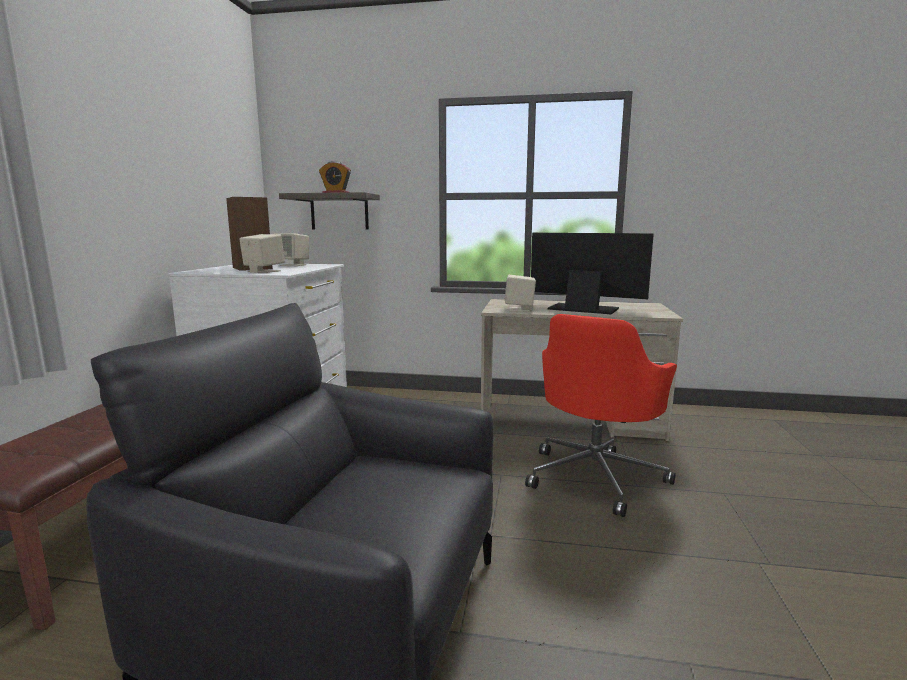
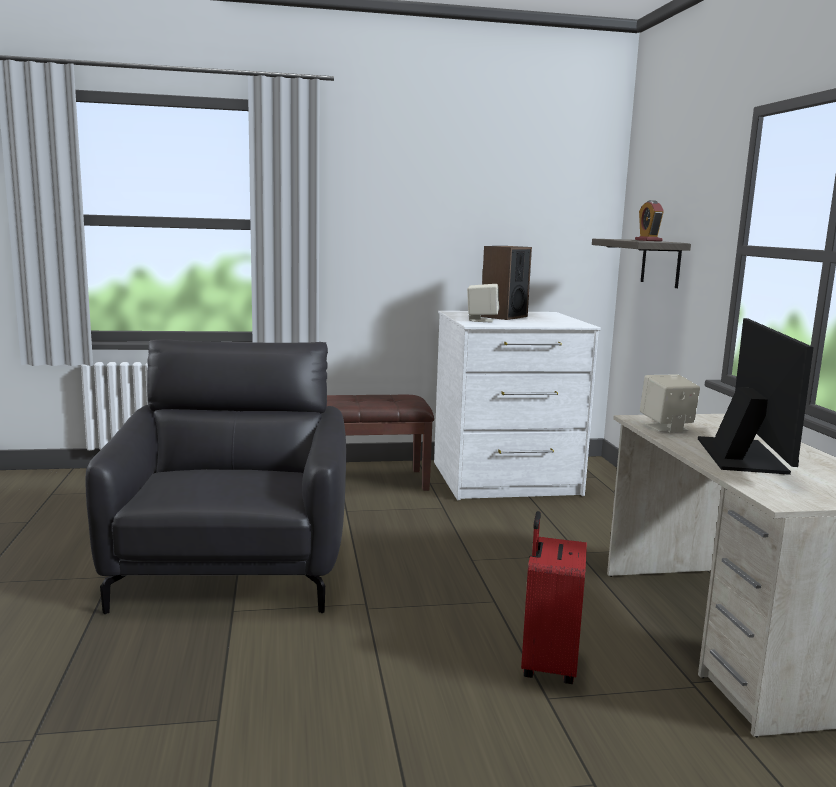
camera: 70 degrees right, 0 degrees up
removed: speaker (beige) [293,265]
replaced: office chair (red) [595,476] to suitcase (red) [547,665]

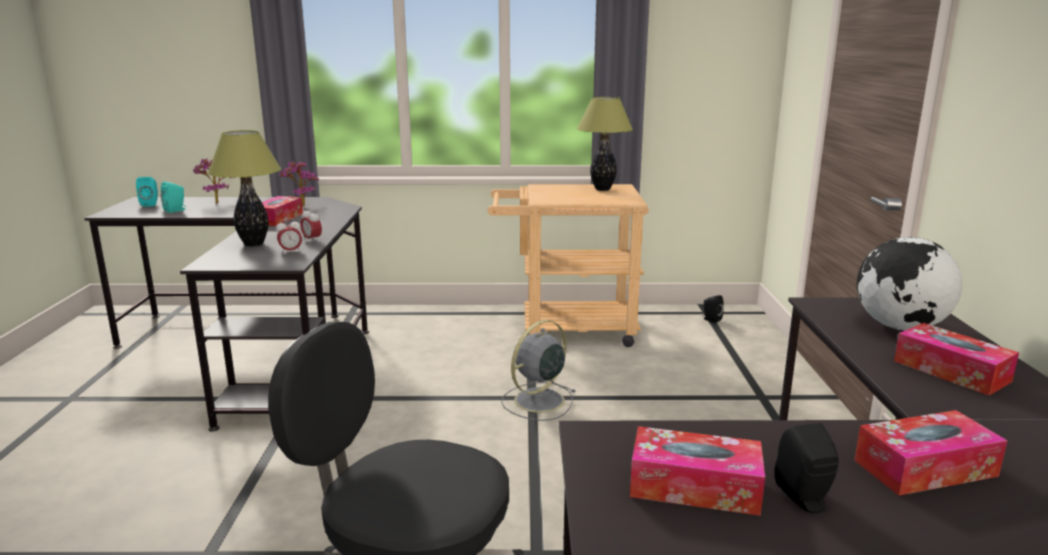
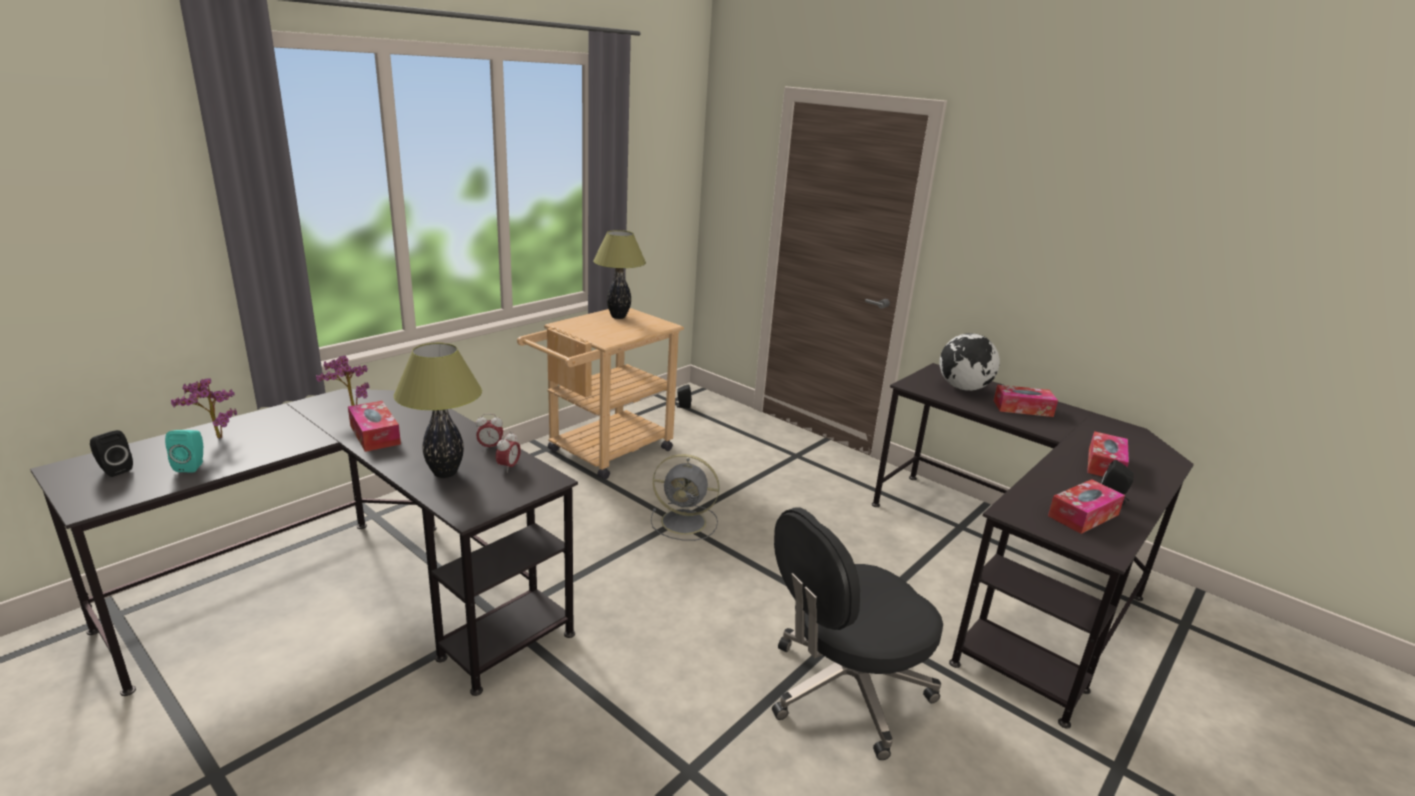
camera: 50 degrees left, 5 degrees up
recoloured: speaker (turquoise) [150,204] to speaker (black) [114,470]
turned: fan (grey) [537,401] = [685,522] 75 degrees counterclockwise

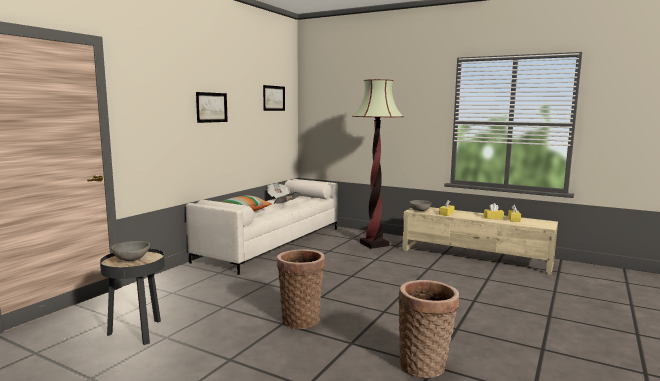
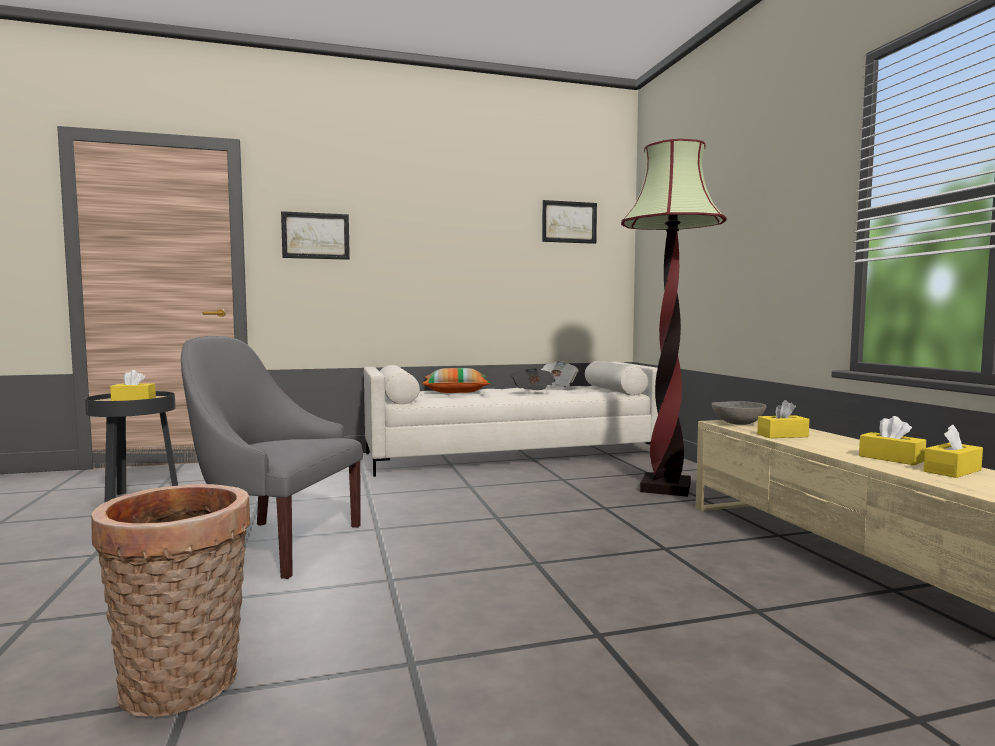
camera: 45 degrees right, 5 degrees down
moved: picture [211,107] to [315,236]
replaced: bowl (grey) [131,259] to tissue box (yellow) [133,399]; basket [301,319] to armchair (grey) [275,544]

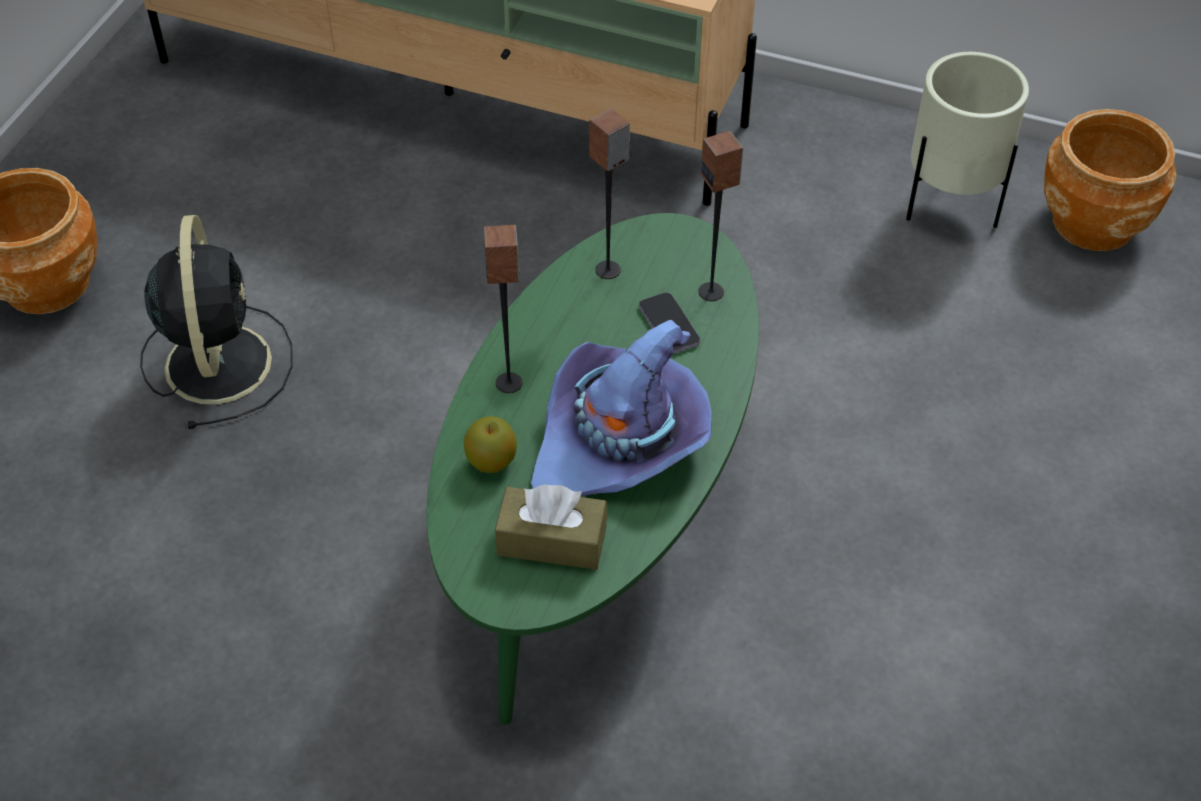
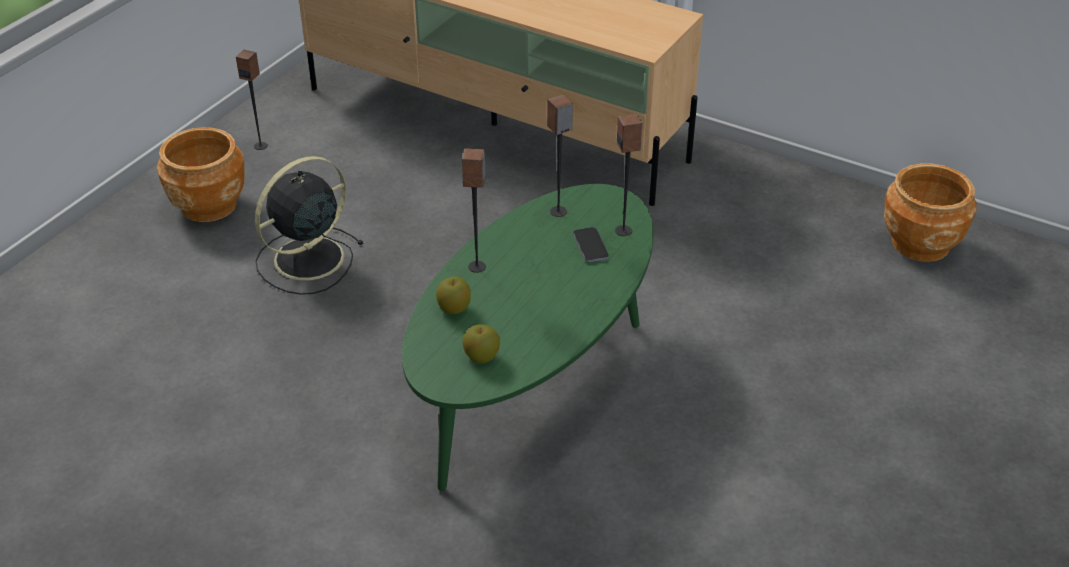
camera: 10 degrees right, 10 degrees down
removed: hat (purple) [622,441]; planter (beige) [950,207]
added: speaker [261,146]
replaced: tissue box (brown) [551,541] to apple [481,357]
turned: fan (black) [218,360] = [306,260] 135 degrees counterclockwise

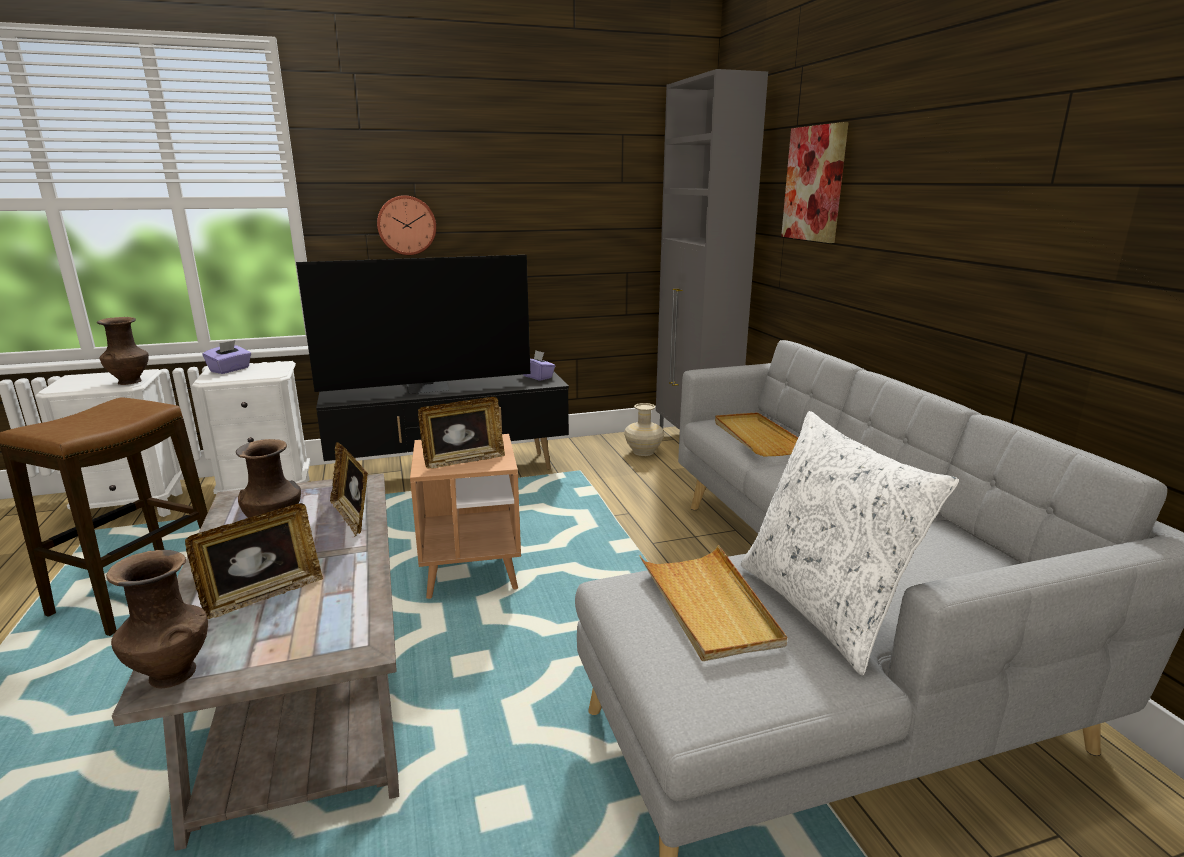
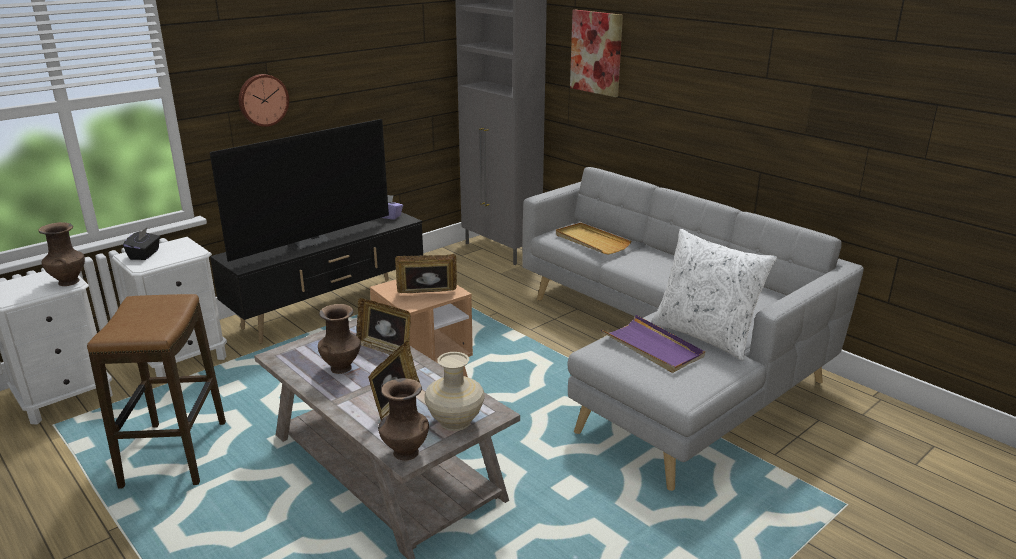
camera: 25 degrees left, 5 degrees up
moved: vase (beige) [643,452] to [455,422]
recoloured: tissue box (purple) [230,370] to tissue box (black) [145,254]; tray (beige) [708,605] to tray (purple) [652,347]
turned: picture frame [463,460] = [427,294] 135 degrees counterclockwise

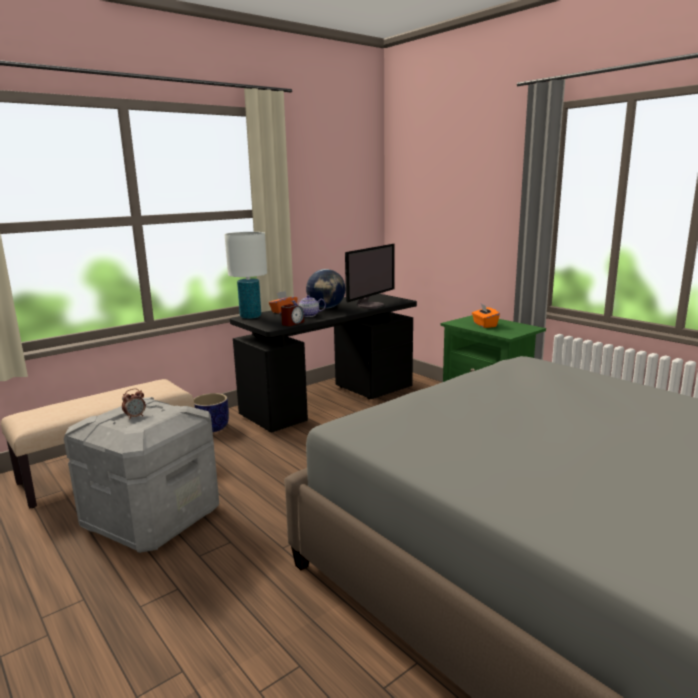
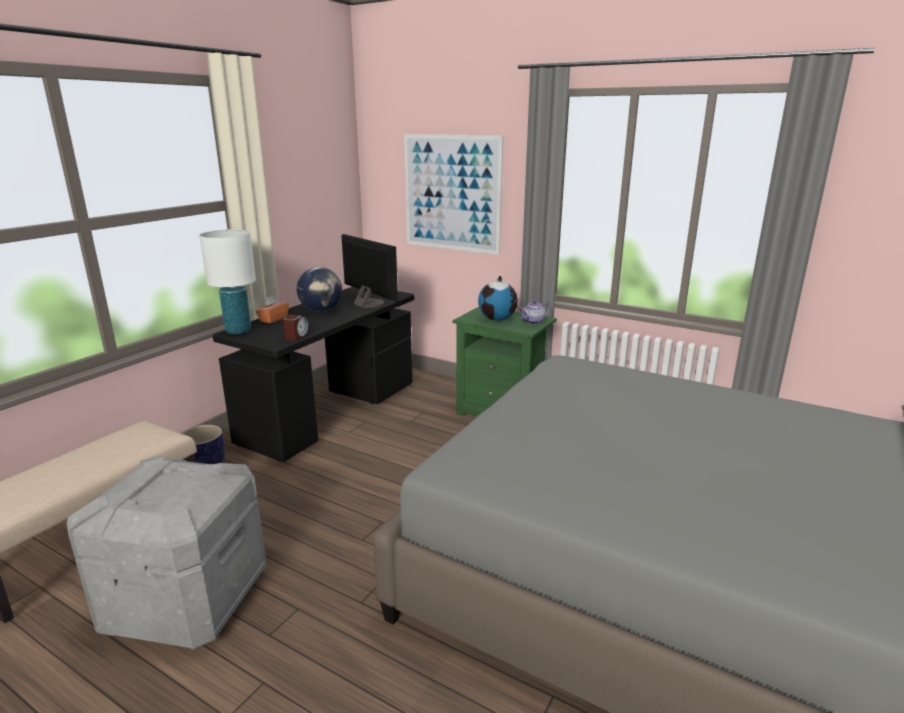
camera: 20 degrees left, 5 degrees up
removed: alarm clock [135,417]
added: picture [451,193]
moved: teapot [309,315] to [533,322]
replaced: tissue box (orange) [484,325] to globe [497,319]
turned: monitor [370,305] = [369,304] 60 degrees counterclockwise

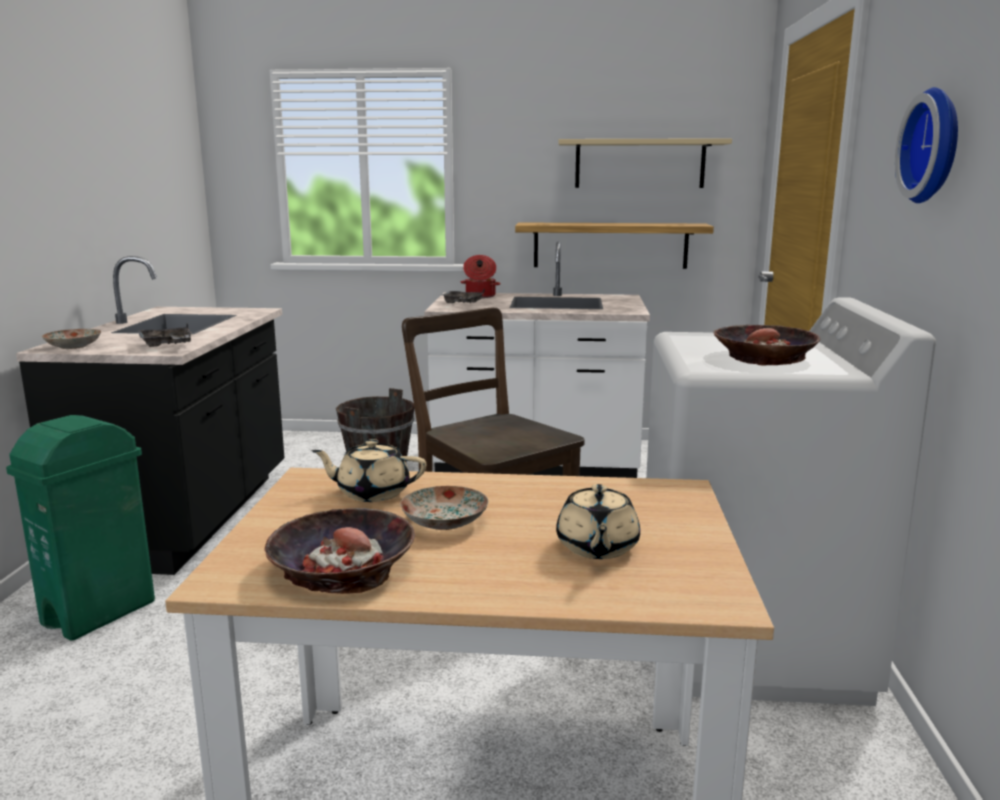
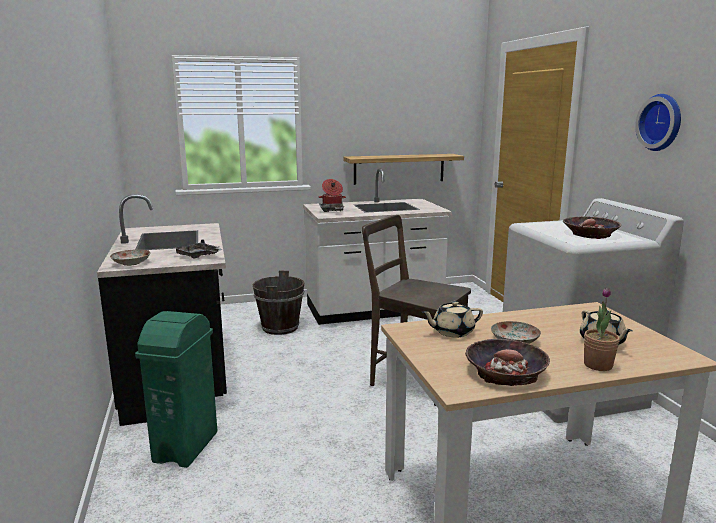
camera: 20 degrees left, 0 degrees up
removed: shelf (beige) [639,164]
added: potted plant [598,365]

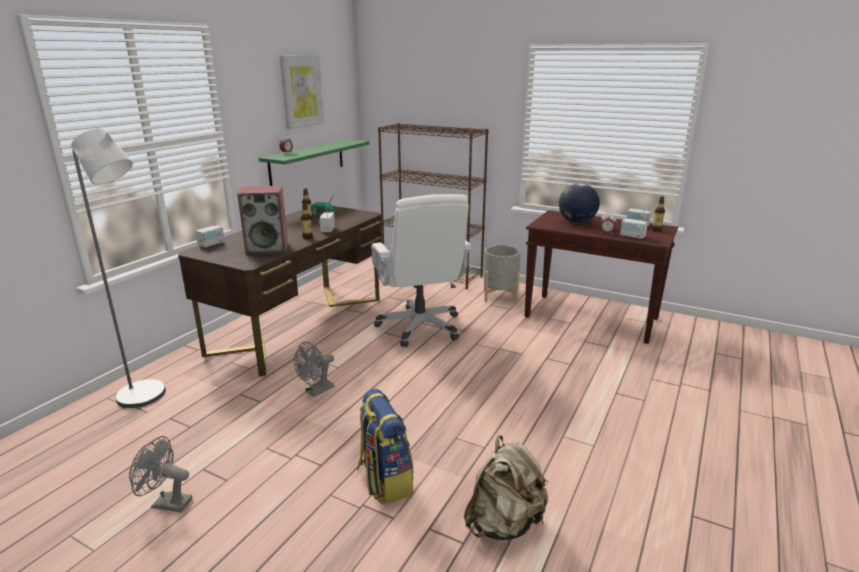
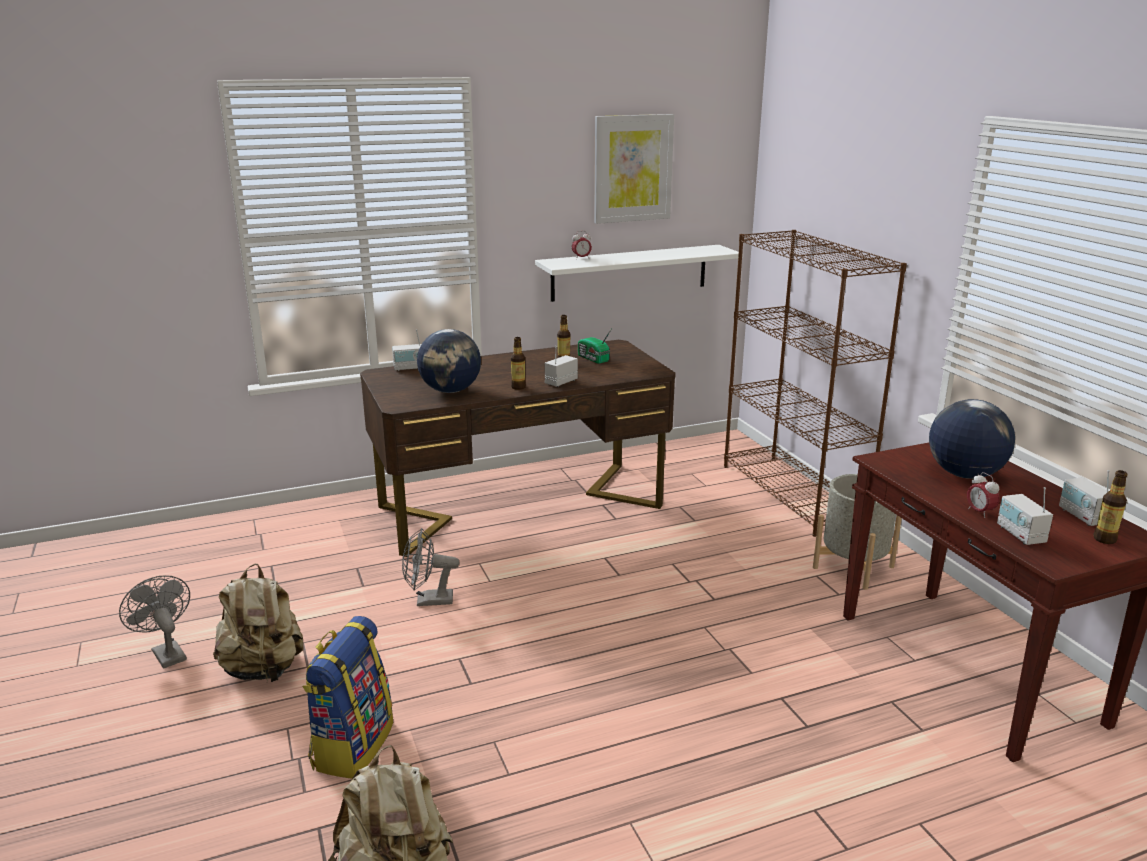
camera: 40 degrees right, 0 degrees up
removed: floor lamp (grey) [148,397]; office chair (white) [420,327]
added: backpack (beige) [263,669]
replaced: speaker [268,249] to globe [451,390]
recoloured: shelf (green) [307,161] to shelf (white) [629,272]

